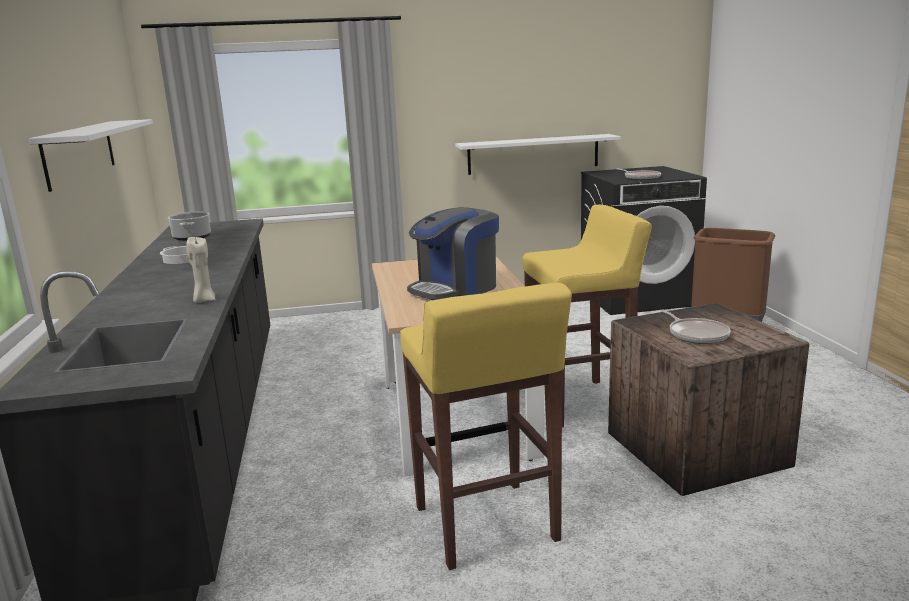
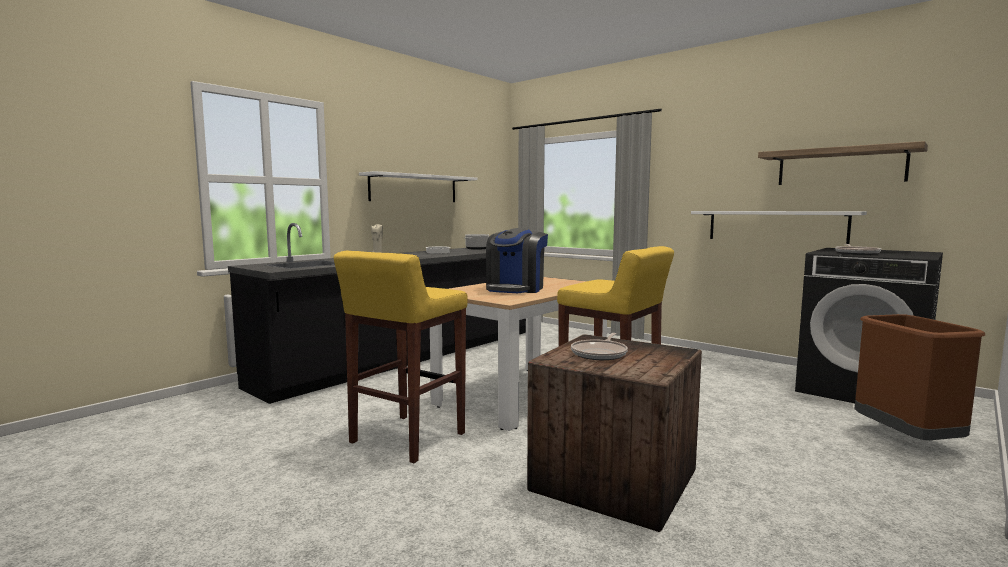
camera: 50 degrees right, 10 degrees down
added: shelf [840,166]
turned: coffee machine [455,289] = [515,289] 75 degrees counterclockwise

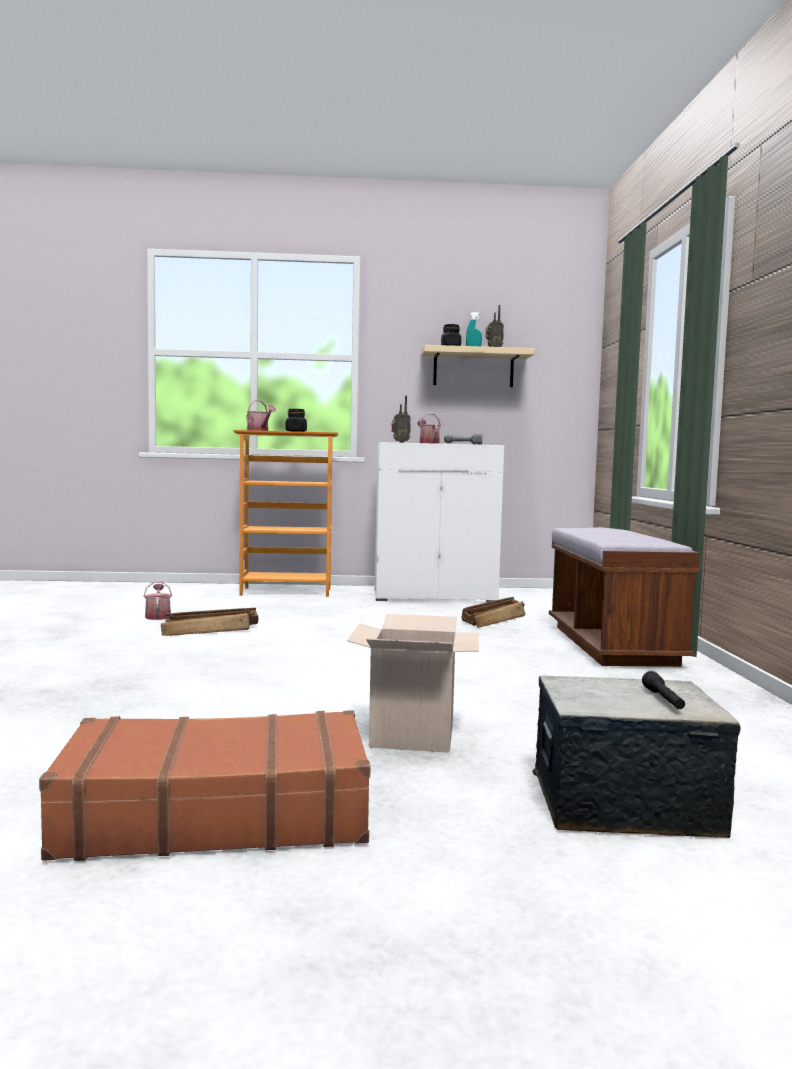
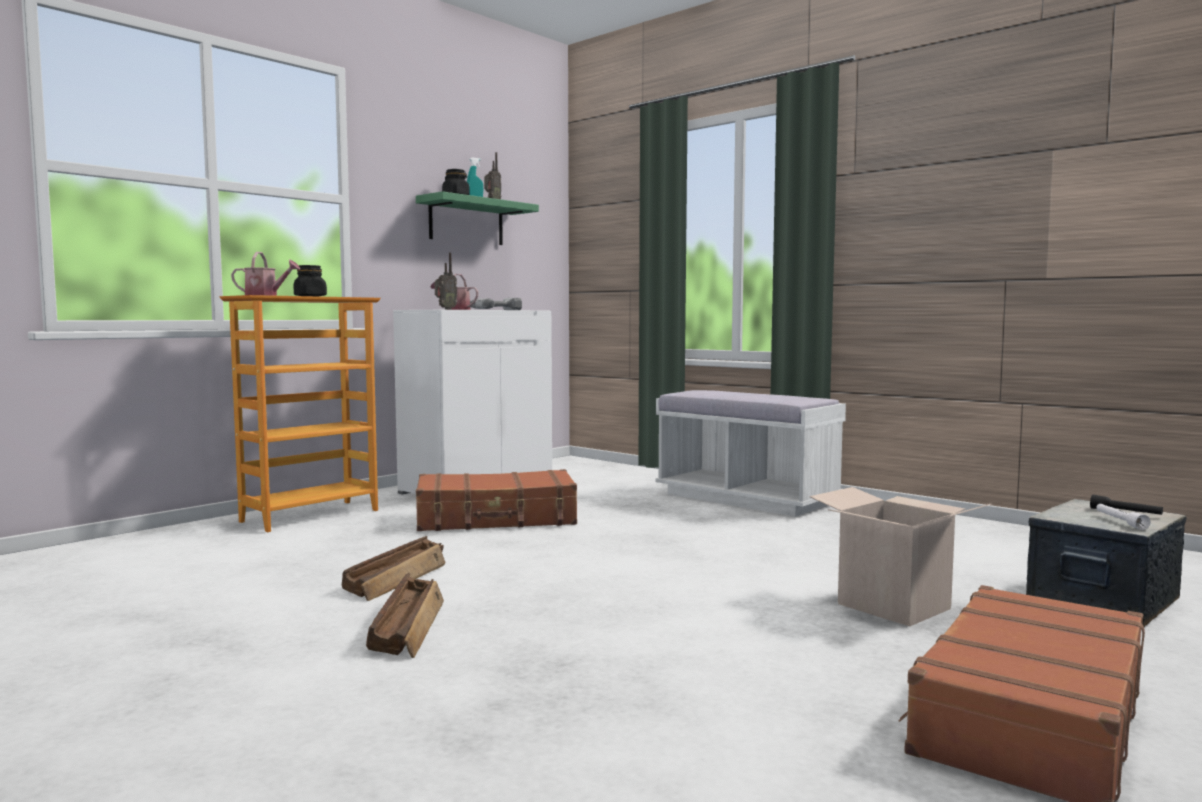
camera: 45 degrees left, 0 degrees up
removed: watering can [158,616]
added: suitcase (brown) [496,519]; flashlight (white) [1120,522]
moved: crate [495,619] to [409,626]
recoloured: shelf (beige) [473,368] to shelf (green) [466,222]; bench (brown) [612,645] to bench (white) [746,499]

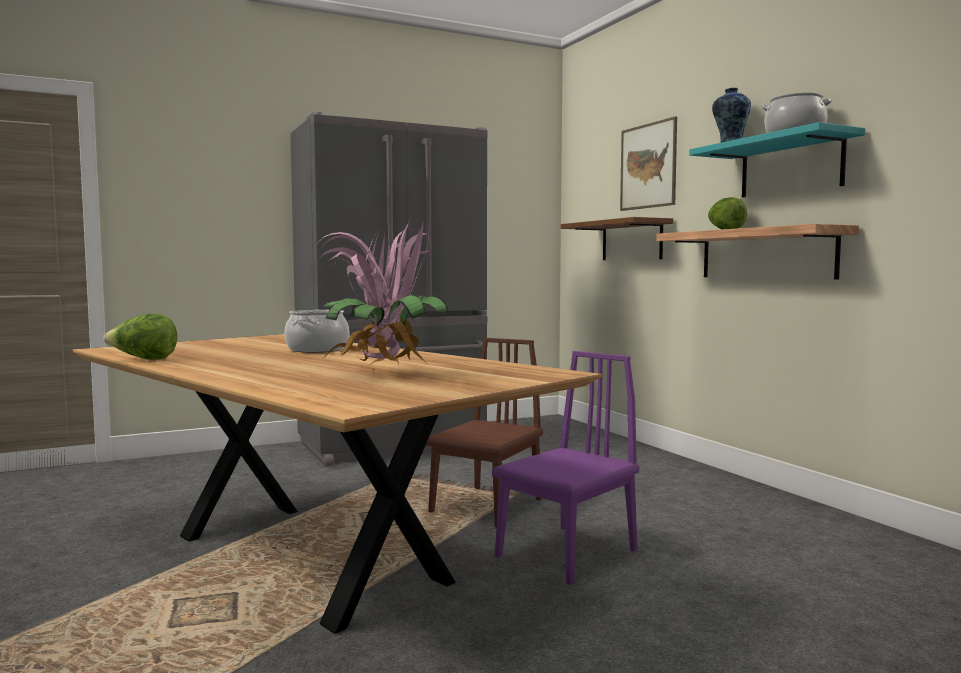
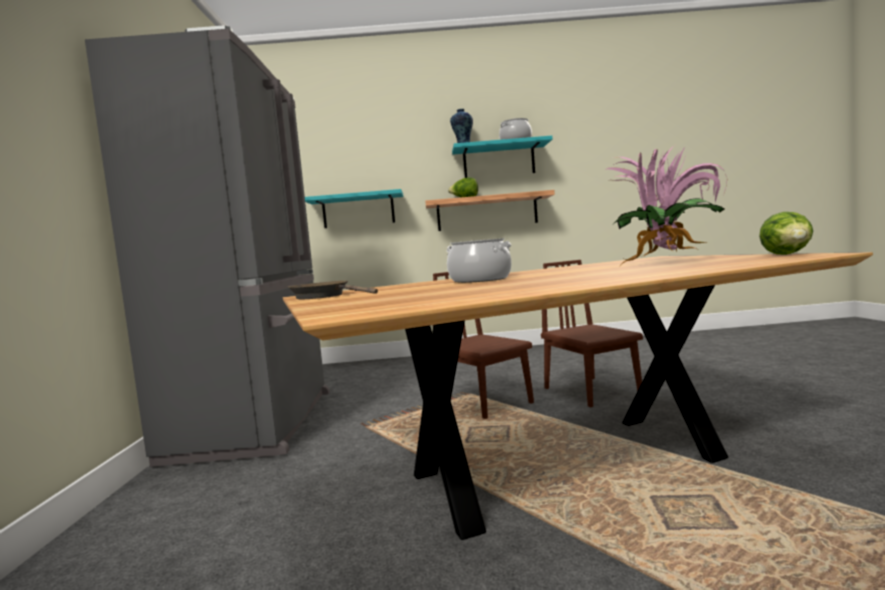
camera: 65 degrees left, 0 degrees up
removed: picture [648,166]
added: frying pan (brown) [324,296]
moved: lettuce [144,360] to [788,255]
recoloured: chair (purple) [566,553] to chair (brown) [591,391]; shelf (brown) [631,240] to shelf (turquoise) [358,211]

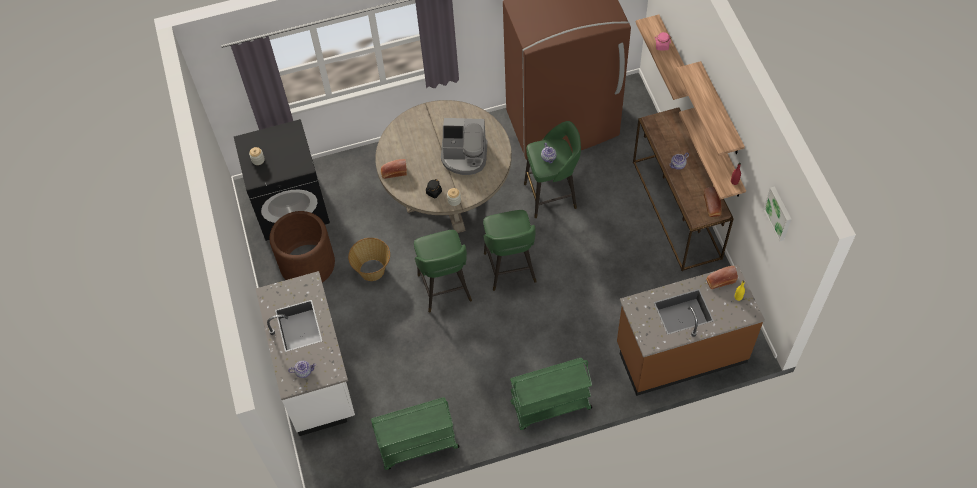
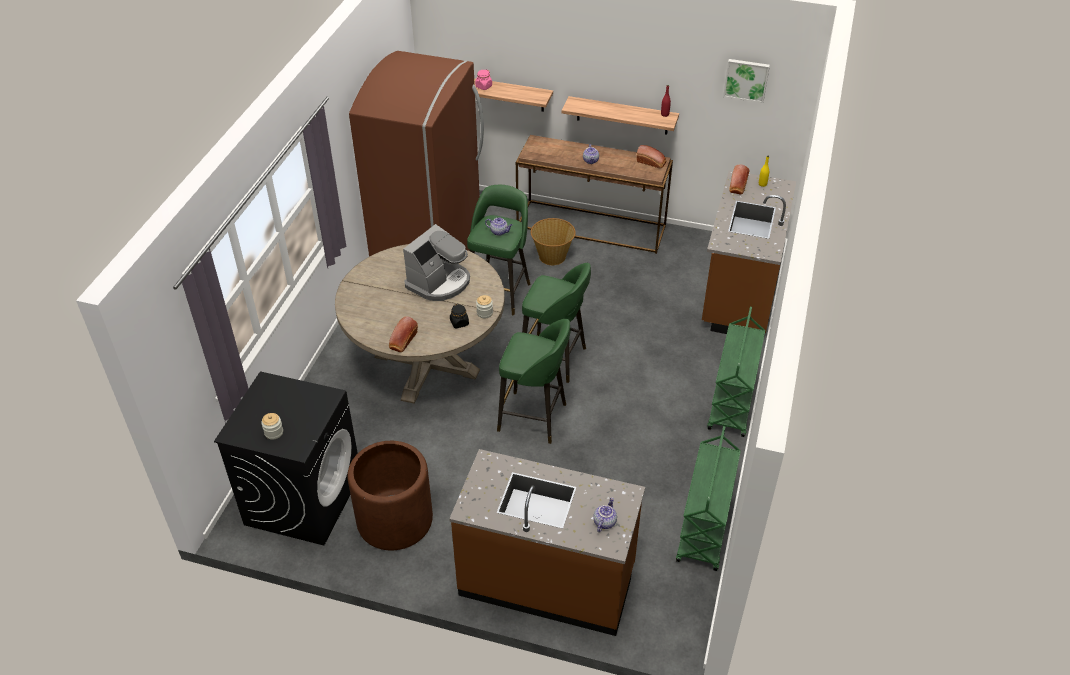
camera: 60 degrees left, 15 degrees down
removed: shelf [720,110]
moved: basket [372,270] to [552,256]
recoloured: counter (white) [316,374] to counter (brown) [547,580]

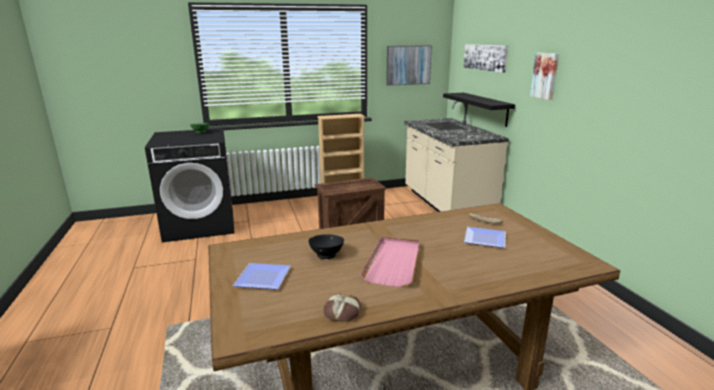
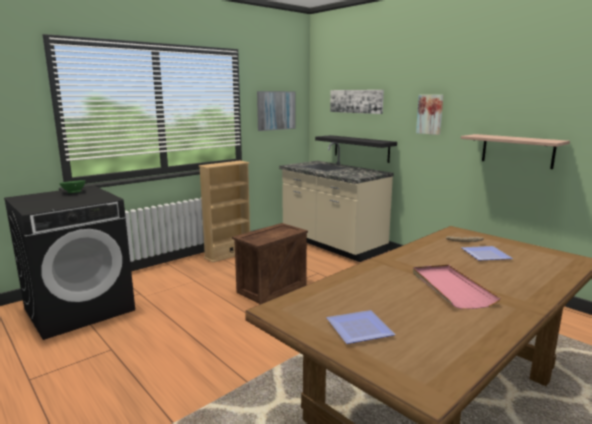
camera: 25 degrees left, 5 degrees down
removed: bowl (black) [327,255]; bread [343,312]
added: shelf [517,151]

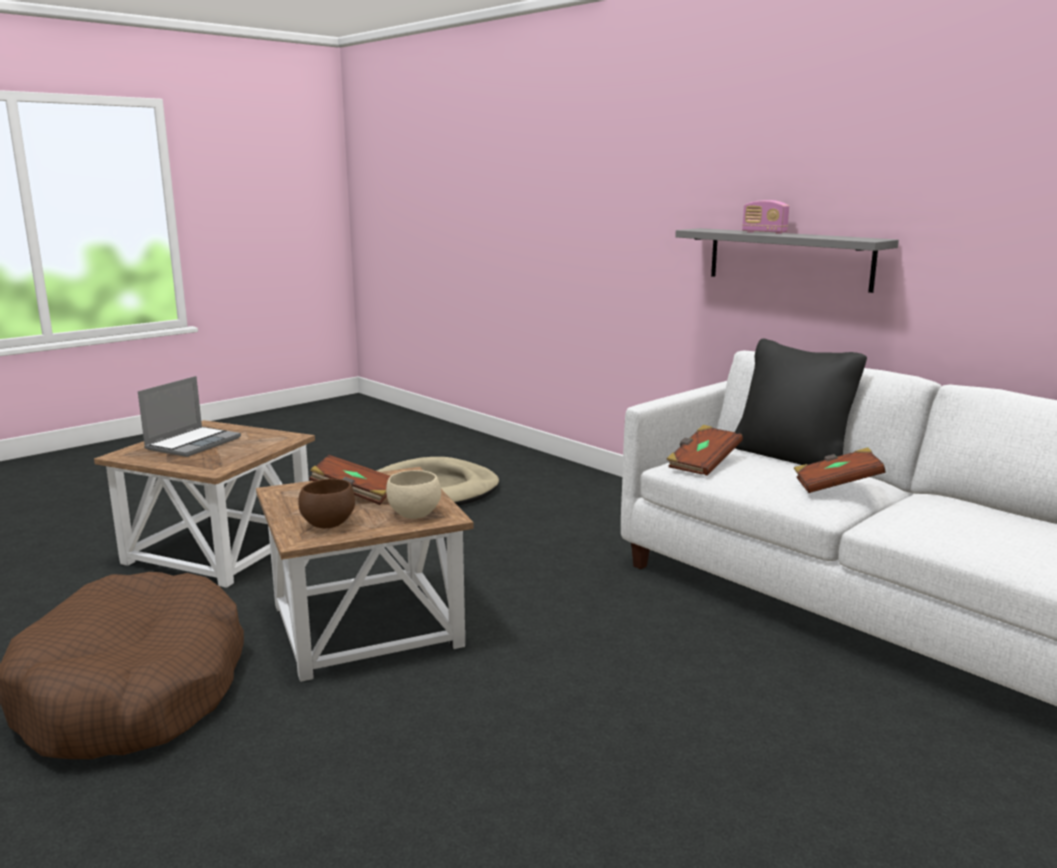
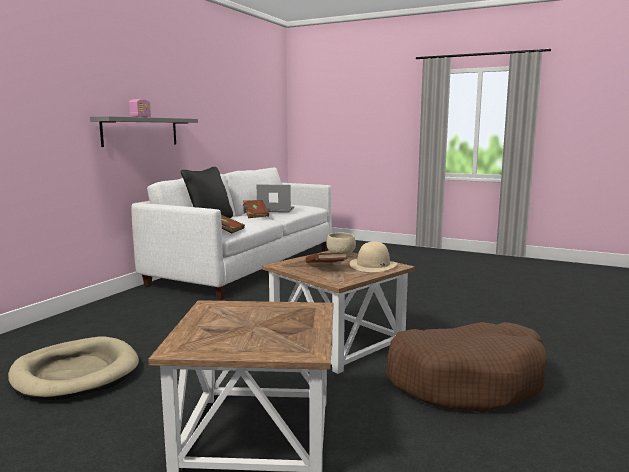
camera: 110 degrees left, 5 degrees down
moved: laptop [193,443] to [275,210]
replaced: bowl (brown) [327,524] to hat (beige) [373,265]

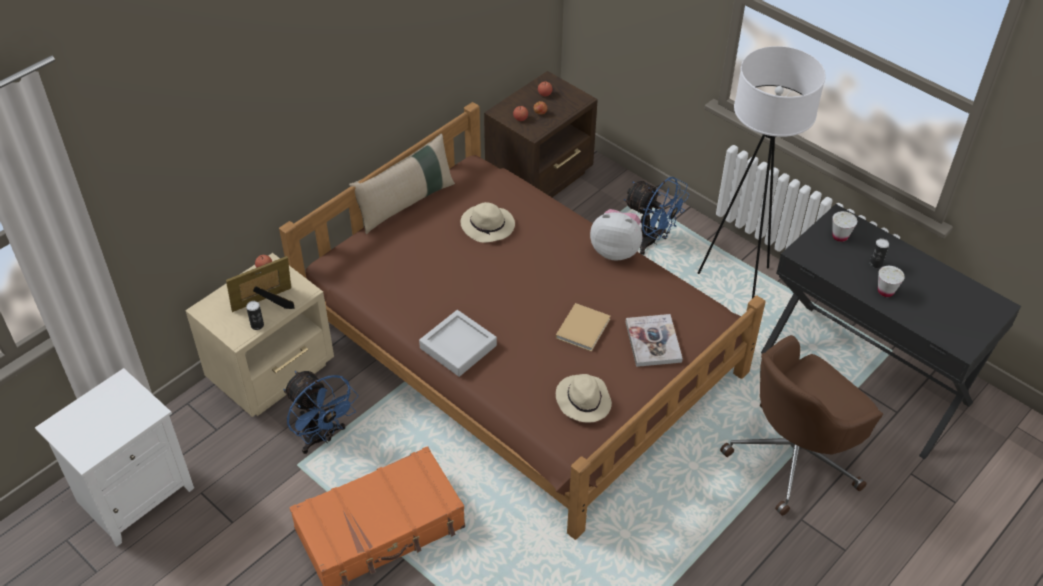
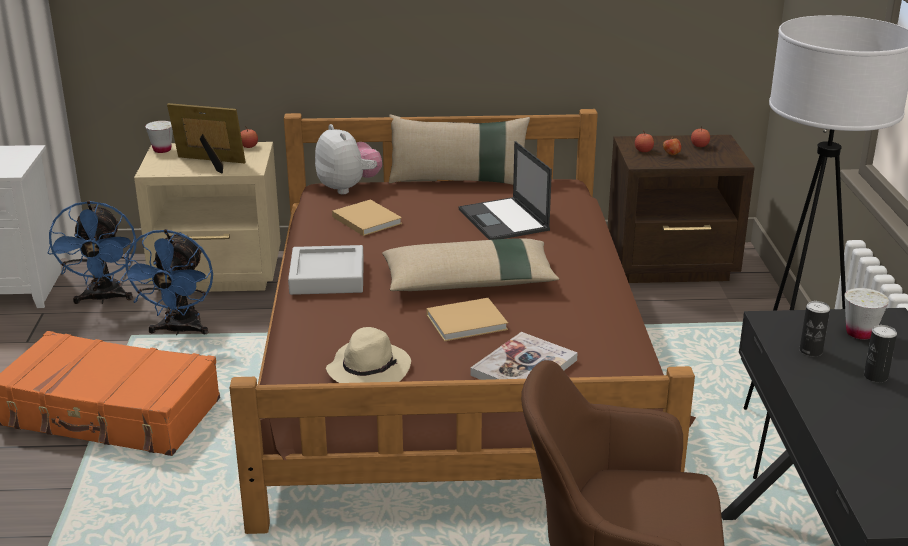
camera: 45 degrees right, 20 degrees down
added: book (beige) [365,219]; pillow (beige) [469,282]
moved: can [257,325] to [810,351]; plush toy [616,250] to [348,188]; fan (blue) [650,241] to [103,298]; cup (white) [885,291] to [162,150]
replaced: hat (beige) [488,226] to laptop [504,220]

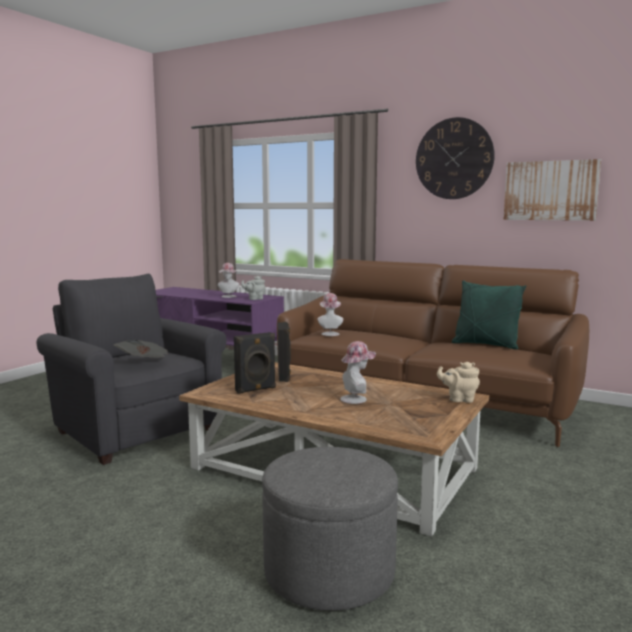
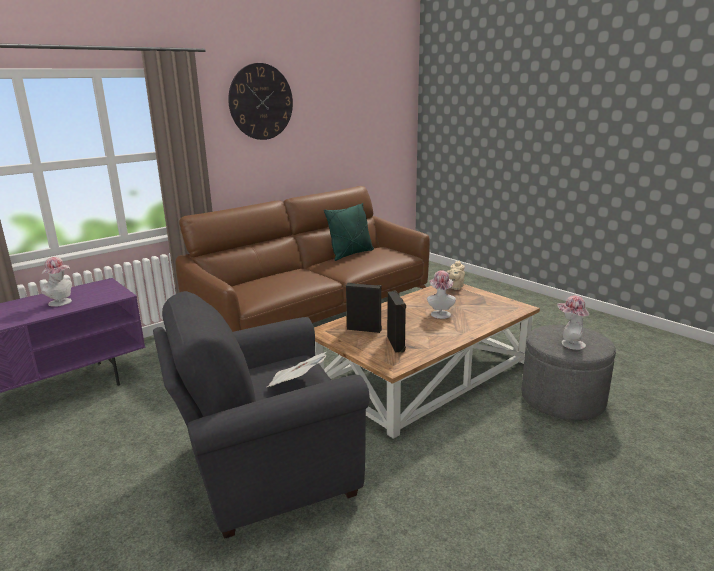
camera: 70 degrees left, 10 degrees up
removed: teapot (grey) [254,299]; picture [550,190]
moved: hat [330,333] to [569,344]

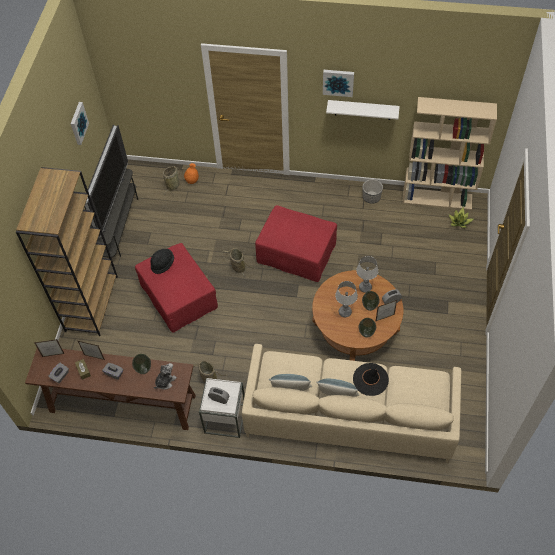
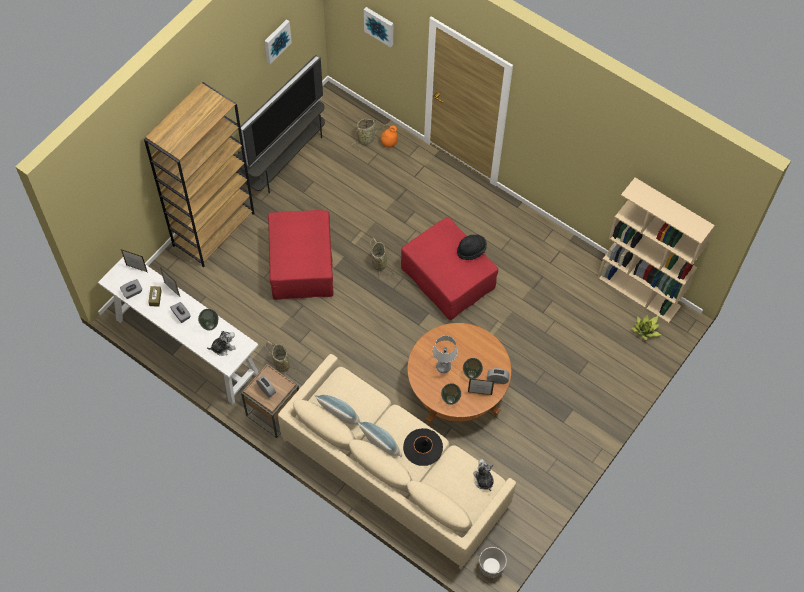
camera: 25 degrees right, 5 degrees up
removed: shelf (white) [363,110]; table lamp [365,288]
added: plush toy [483,480]
moved: hat (black) [162,264] to [471,250]; picture [338,82] to [379,26]; planter [371,197] to [491,567]
recoloured: console table (brown) [122,403] to console table (white) [186,346]; side table (white) [225,419] to side table (brown) [273,412]

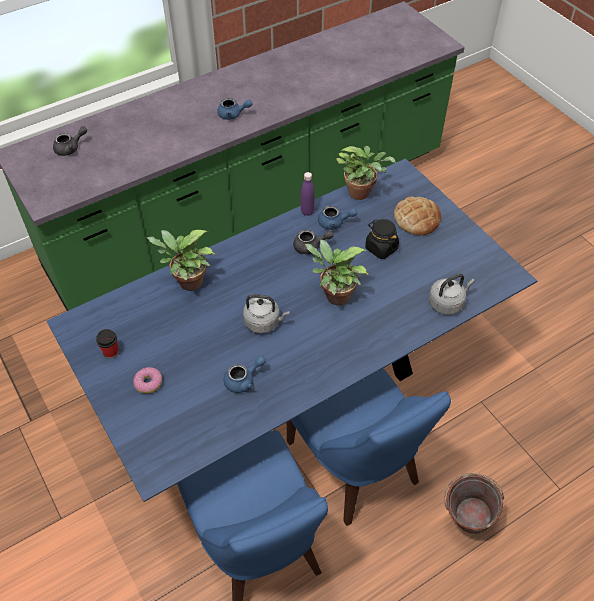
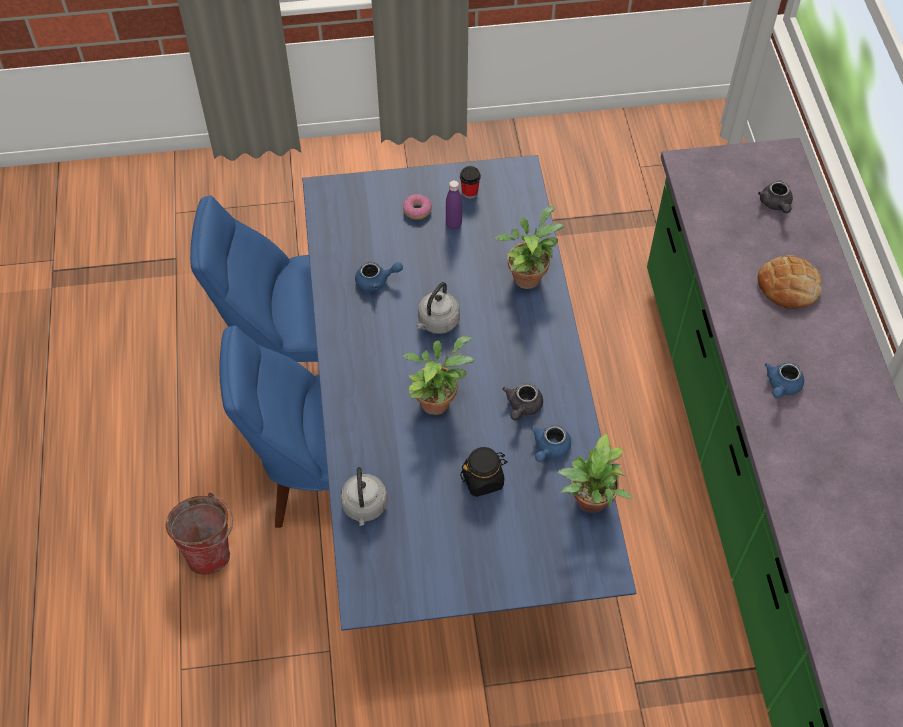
camera: 115 degrees right, 5 degrees up
moved: bottle (purple) [307,212] to [453,224]; bread [416,219] to [788,286]
turned: teapot (blue) [243,380] = [376,281] 90 degrees counterclockwise

